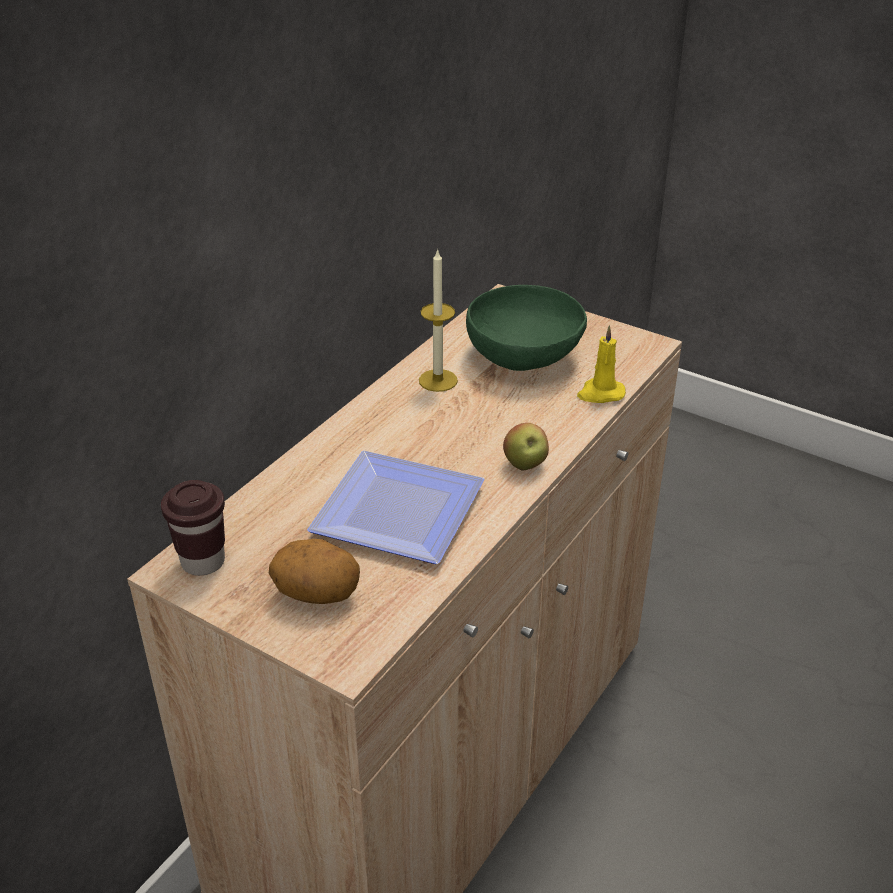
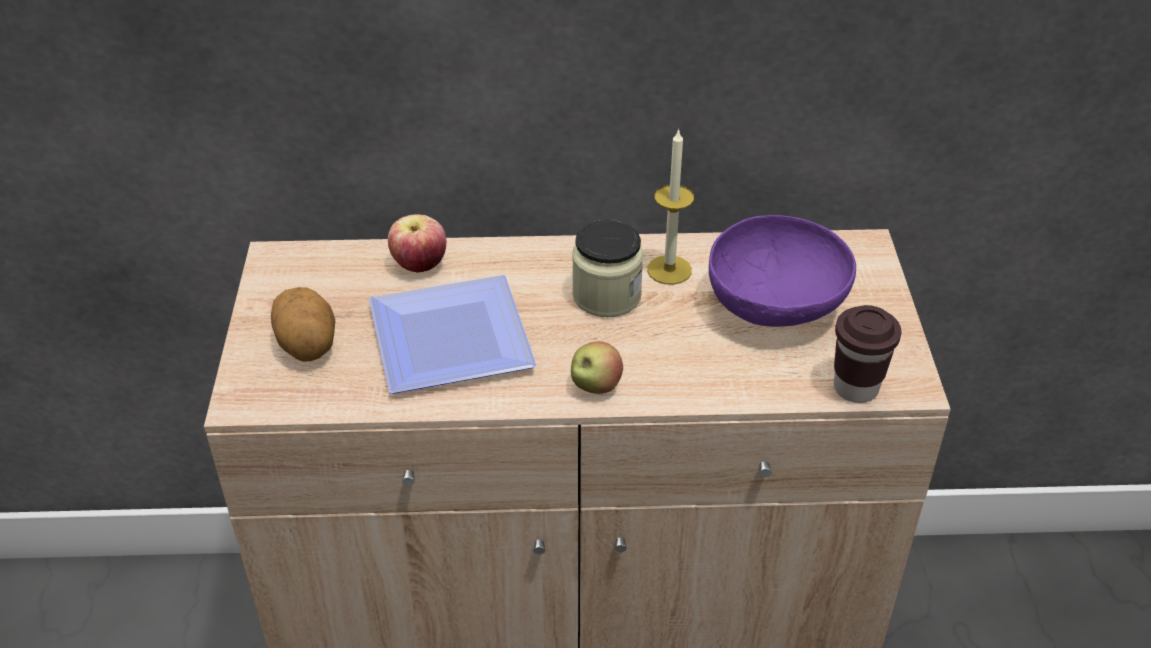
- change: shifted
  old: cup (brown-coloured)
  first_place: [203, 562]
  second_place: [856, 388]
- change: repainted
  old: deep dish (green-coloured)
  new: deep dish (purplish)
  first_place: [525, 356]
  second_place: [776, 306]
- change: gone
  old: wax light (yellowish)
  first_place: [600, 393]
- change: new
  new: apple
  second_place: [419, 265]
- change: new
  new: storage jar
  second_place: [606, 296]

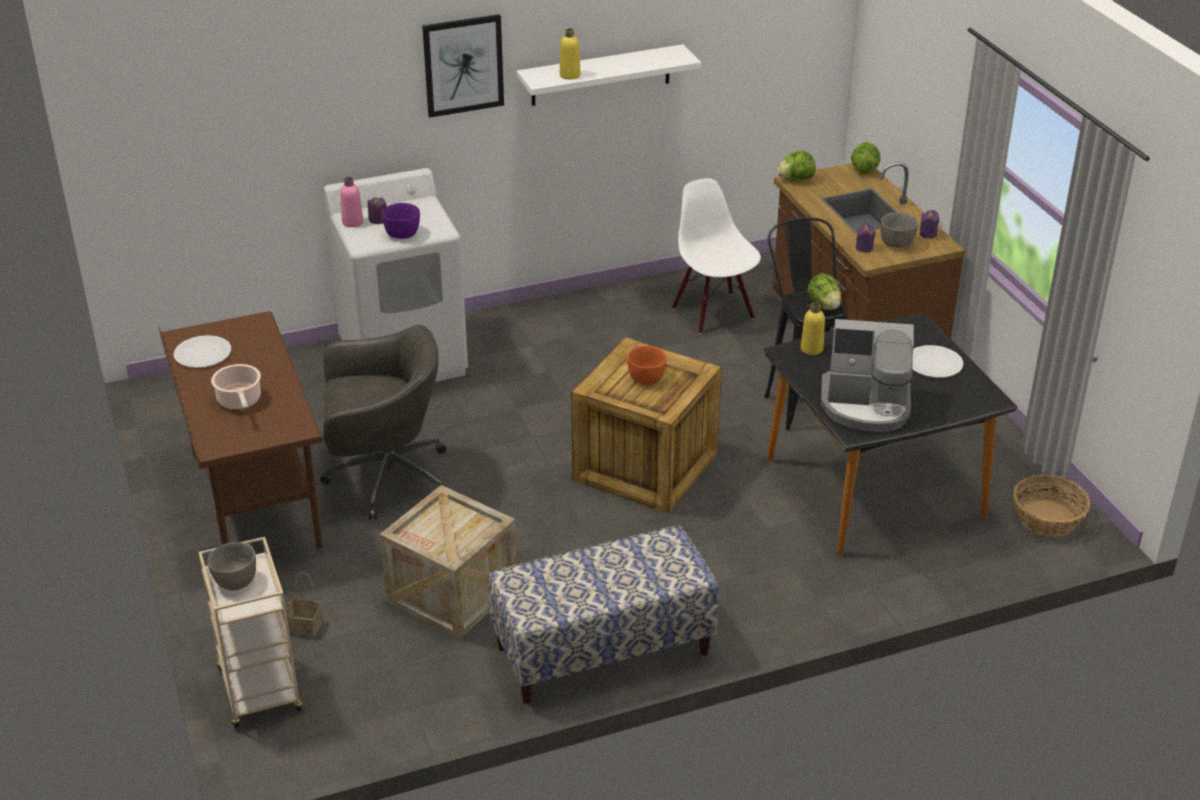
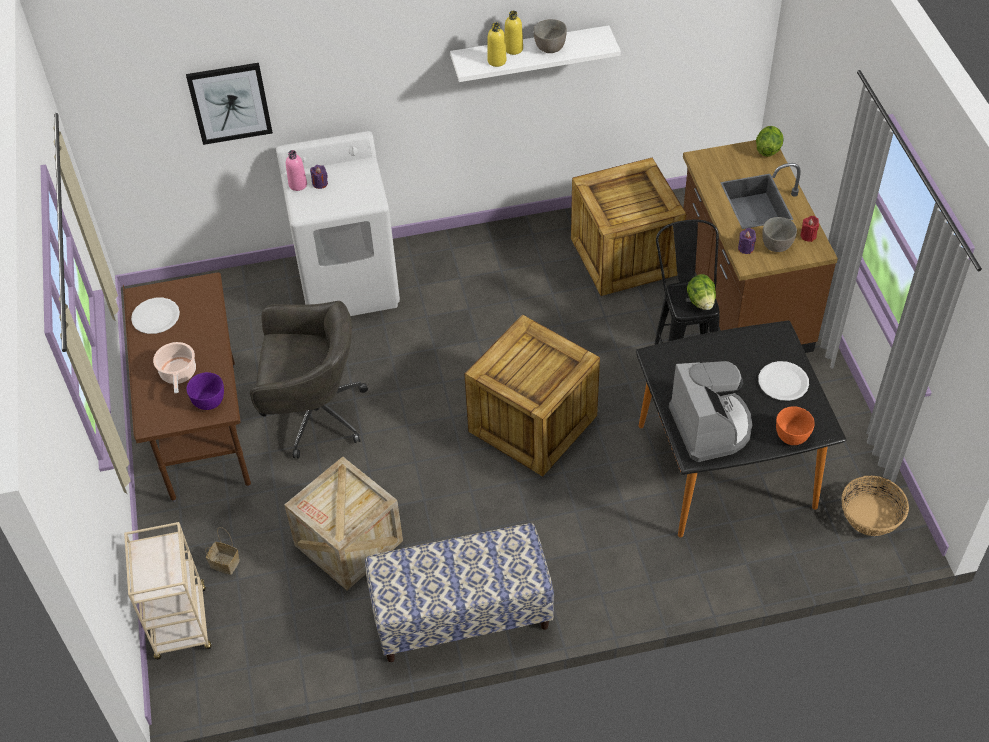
- change: shifted
  old: deep dish (gray)
  first_place: [235, 581]
  second_place: [549, 47]
- change: shifted
  old: deep dish (purplish)
  first_place: [403, 234]
  second_place: [209, 401]
- change: shifted
  old: wall picture
  first_place: [463, 65]
  second_place: [230, 103]
- change: shifted
  old: deep dish (orangey)
  first_place: [646, 379]
  second_place: [792, 436]
- change: swapped
  old: plain chair (white-coloured)
  new: crate
  first_place: [714, 313]
  second_place: [625, 255]
- change: gone
  old: lettuce head
  first_place: [795, 179]
- change: shifted
  old: bottle (yellowish)
  first_place: [811, 349]
  second_place: [513, 49]
- change: rotated
  old: coffee maker
  first_place: [866, 406]
  second_place: [711, 426]
  degrees: -120
- change: repainted
  old: wax light (purplish)
  new: wax light (red-coloured)
  first_place: [928, 234]
  second_place: [808, 236]

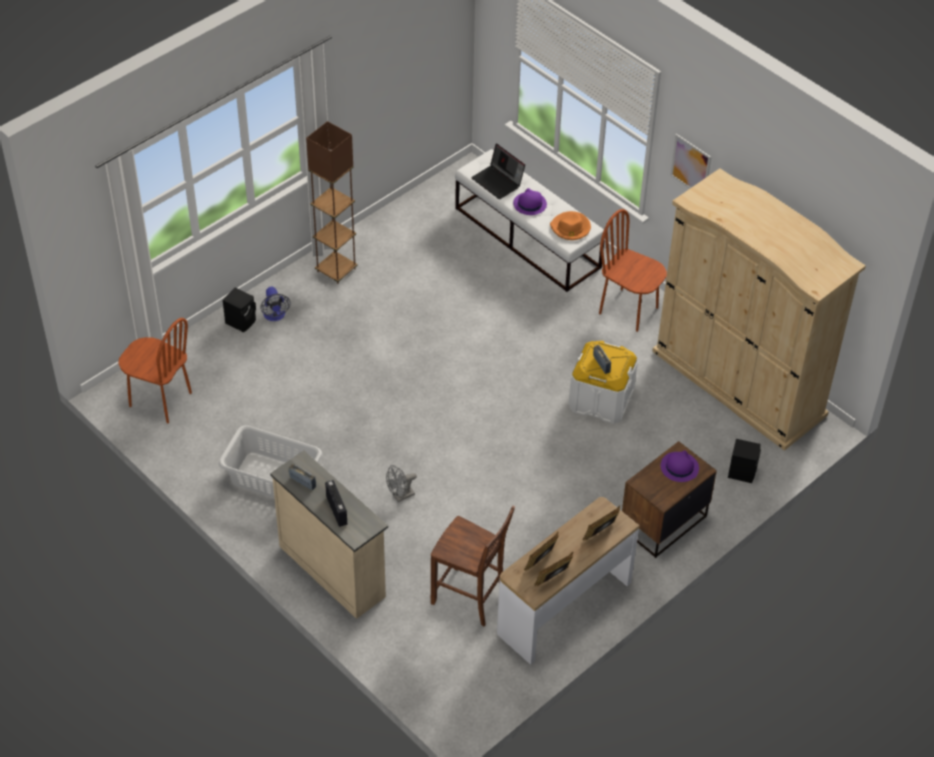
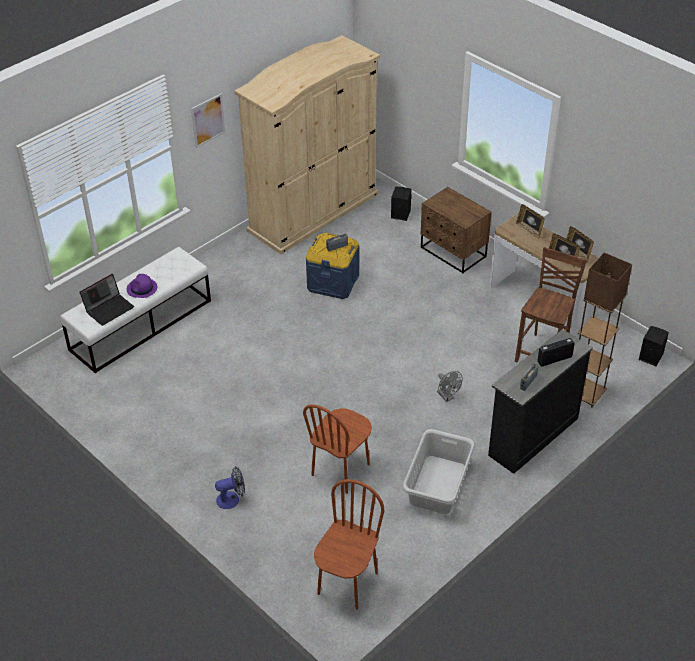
- change: shifted
  old: audio speaker (black)
  first_place: [241, 321]
  second_place: [650, 356]
- change: repainted
  old: dresser (beige)
  new: dresser (black)
  first_place: [333, 570]
  second_place: [532, 436]
- change: shifted
  old: standing lamp (brown-coloured)
  first_place: [336, 270]
  second_place: [586, 394]
- change: gone
  old: hat (orangey)
  first_place: [570, 228]
- change: repainted
  old: storage container (white-coloured)
  new: storage container (blue)
  first_place: [600, 399]
  second_place: [333, 282]
- change: shifted
  old: plain chair (brown-coloured)
  first_place: [628, 310]
  second_place: [341, 470]
- change: gone
  old: hat (purplish)
  first_place: [679, 467]

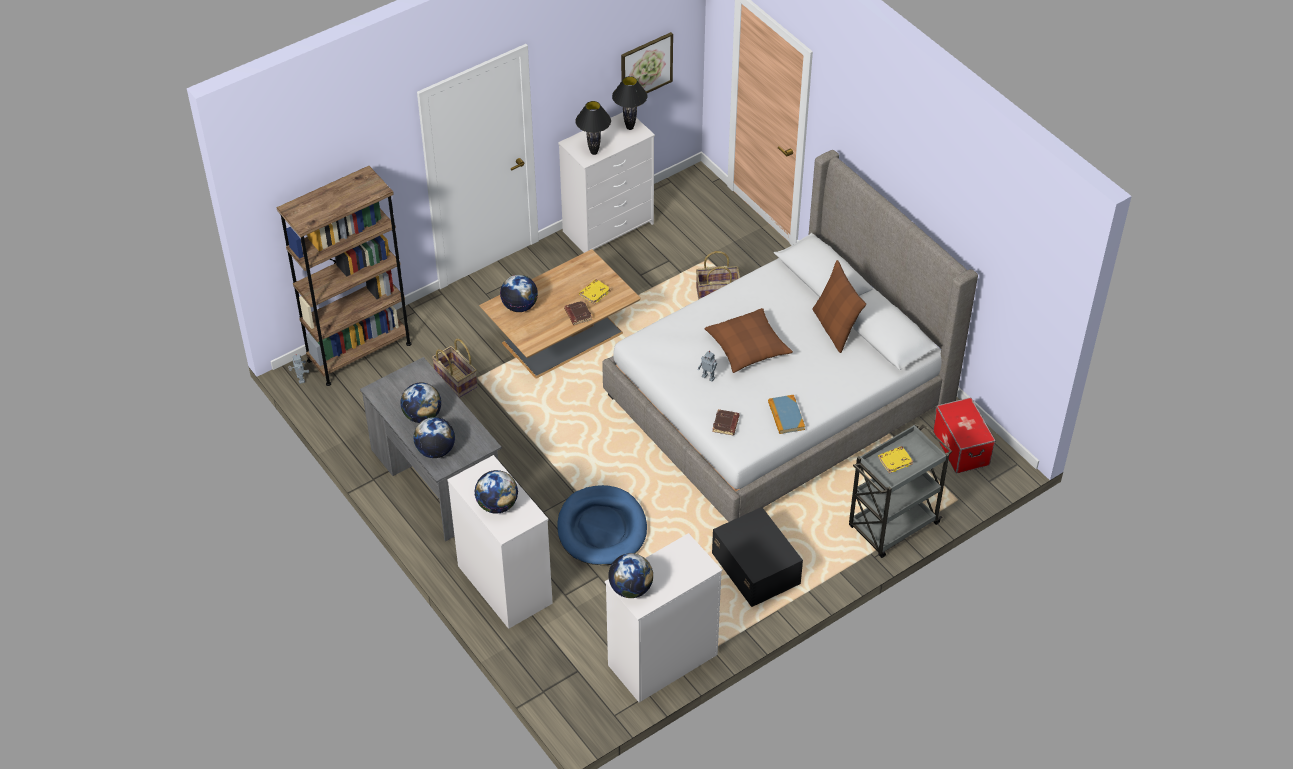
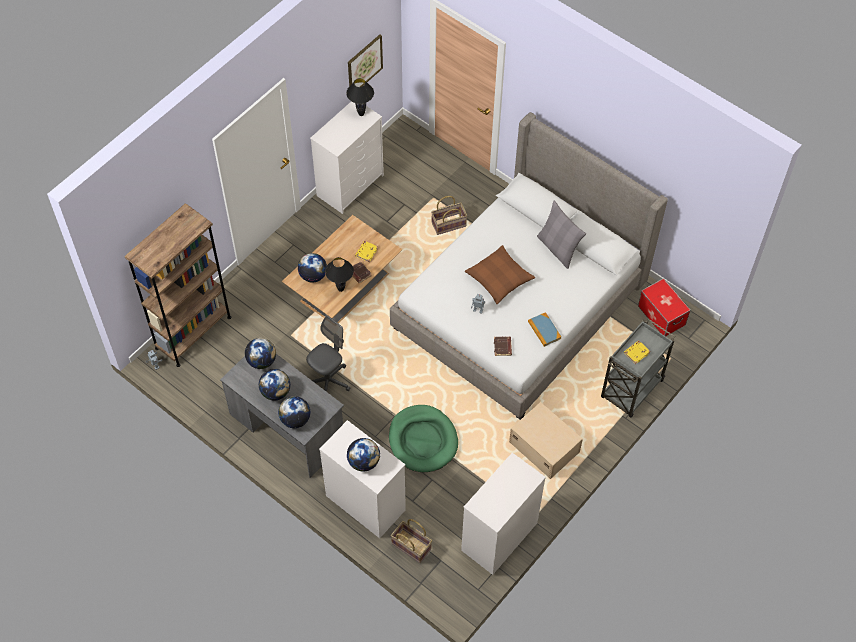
- change: shifted
  old: basket
  first_place: [456, 380]
  second_place: [412, 546]
- change: repainted
  old: pet bed (blue)
  new: pet bed (green-coloured)
  first_place: [602, 529]
  second_place: [423, 440]
- change: shifted
  old: lamp for a table (black)
  first_place: [593, 152]
  second_place: [340, 289]
- change: shifted
  old: world globe
  first_place: [631, 588]
  second_place: [261, 361]
- change: repainted
  old: storage container (black)
  new: storage container (beige)
  first_place: [755, 568]
  second_place: [544, 446]
- change: repainted
  old: pillow (brown-coloured)
  new: pillow (gray)
  first_place: [835, 328]
  second_place: [558, 248]
- change: new
  new: office chair (gray)
  second_place: [328, 381]

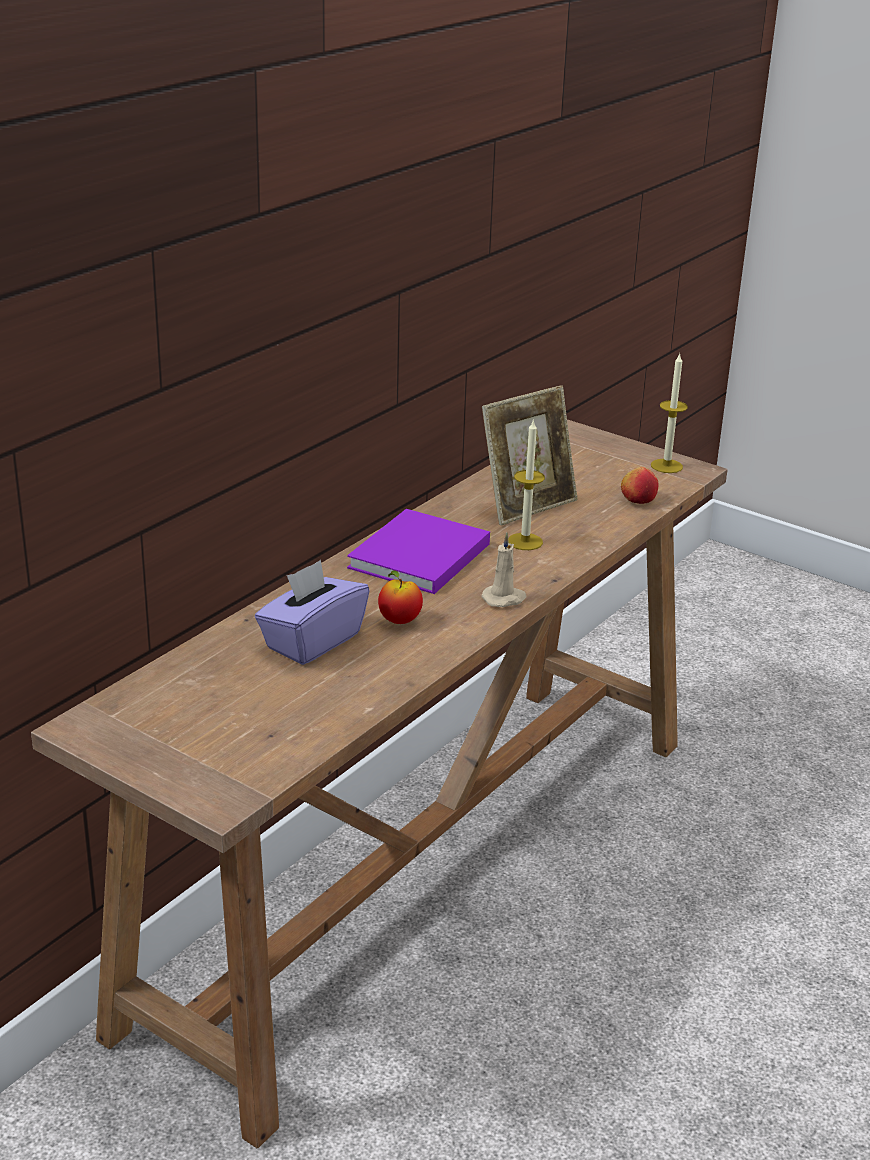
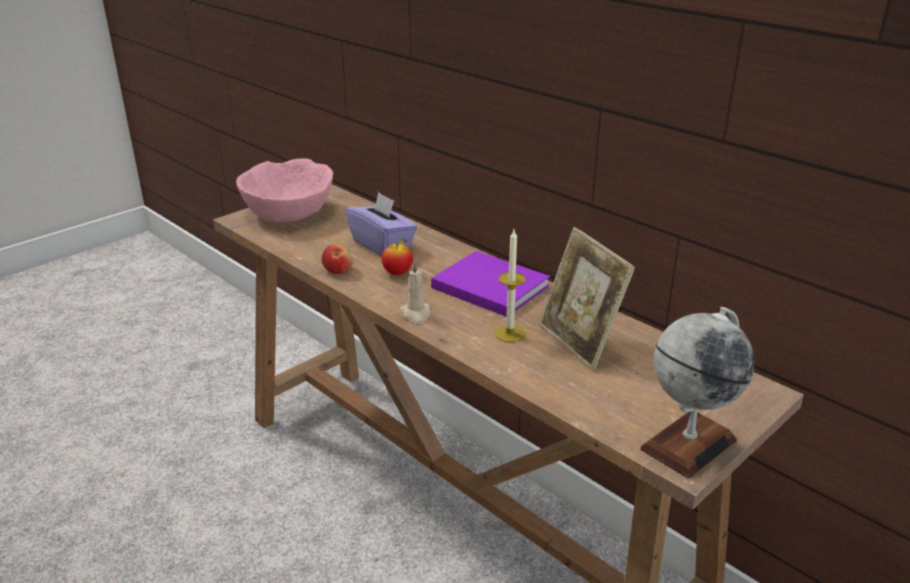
- change: shifted
  old: apple
  first_place: [638, 500]
  second_place: [338, 270]
- change: swapped
  old: wax light
  new: world globe
  first_place: [666, 466]
  second_place: [688, 444]
- change: new
  new: deep dish (pink)
  second_place: [289, 213]

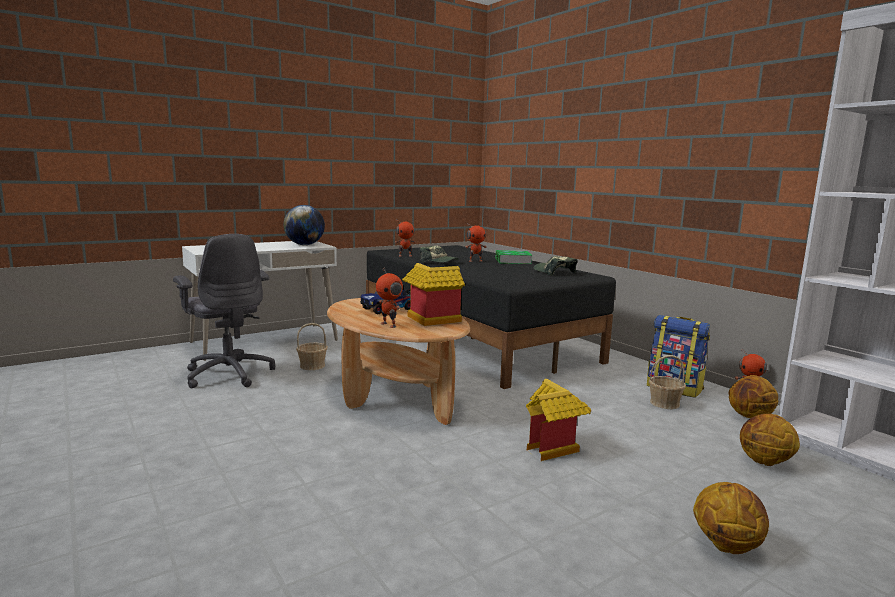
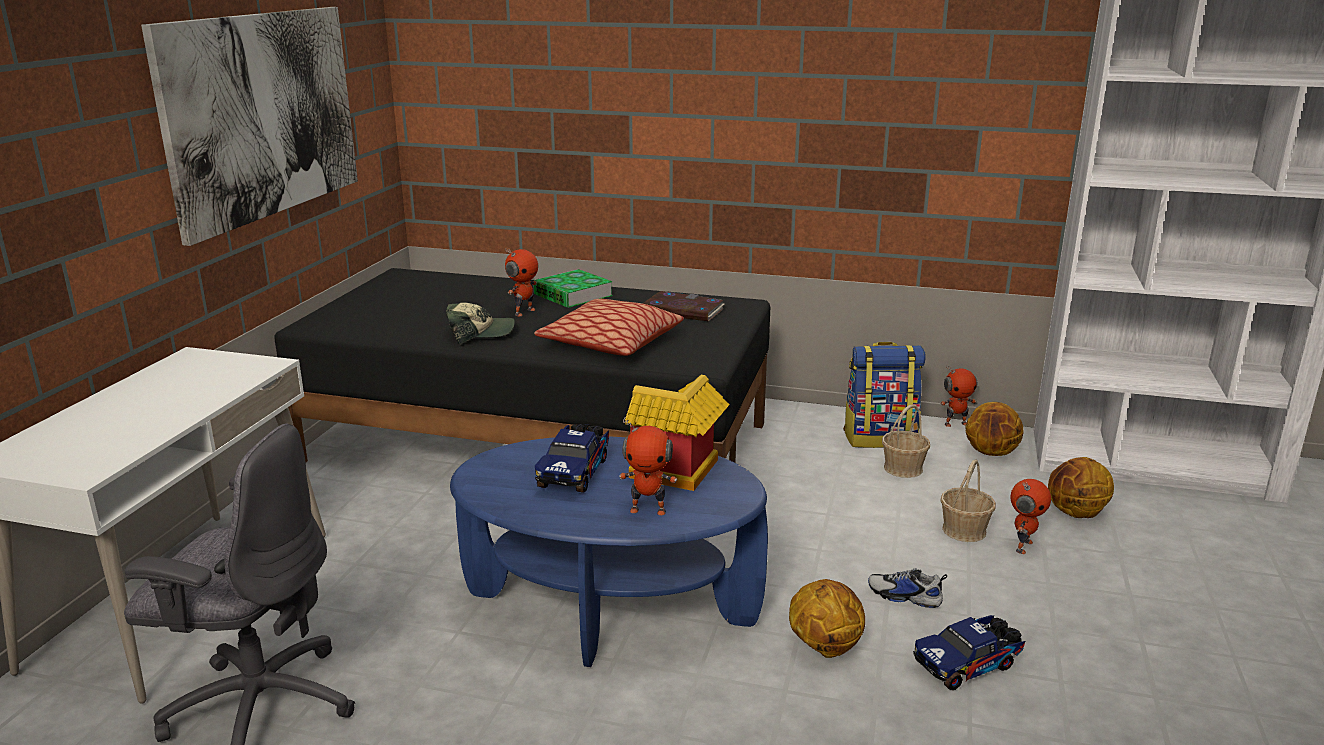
- change: gone
  old: world globe
  first_place: [304, 245]
- change: shifted
  old: basket
  first_place: [312, 366]
  second_place: [964, 530]
- change: repainted
  old: coffee table (brown-coloured)
  new: coffee table (blue)
  first_place: [395, 396]
  second_place: [609, 609]
- change: shifted
  old: model robot
  first_place: [405, 256]
  second_place: [1022, 546]
- change: swapped
  old: miniature house
  new: shoe
  first_place: [553, 448]
  second_place: [904, 596]
- change: swapped
  old: peaked cap
  new: volume
  first_place: [554, 272]
  second_place: [682, 310]
- change: shifted
  old: basketball ball
  first_place: [726, 545]
  second_place: [824, 647]
- change: new
  new: wall picture
  second_place: [263, 115]
- change: new
  new: pillow
  second_place: [610, 343]
- change: new
  new: toy truck
  second_place: [968, 664]

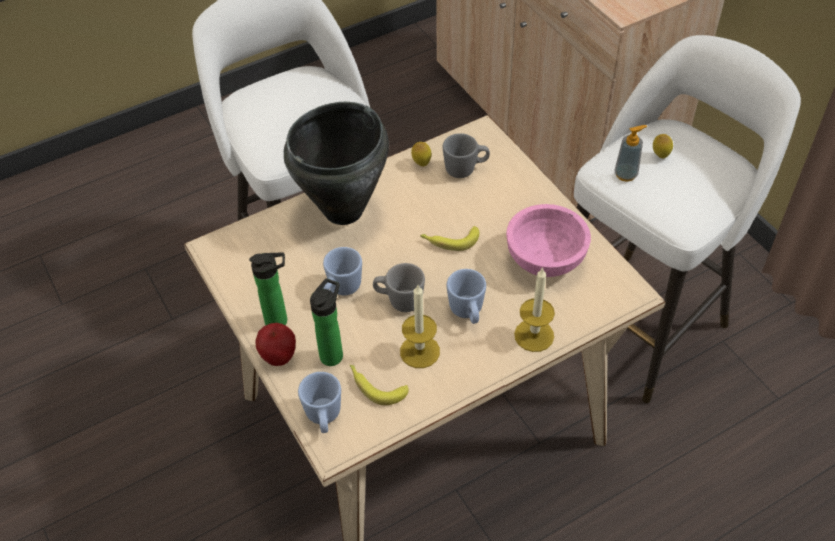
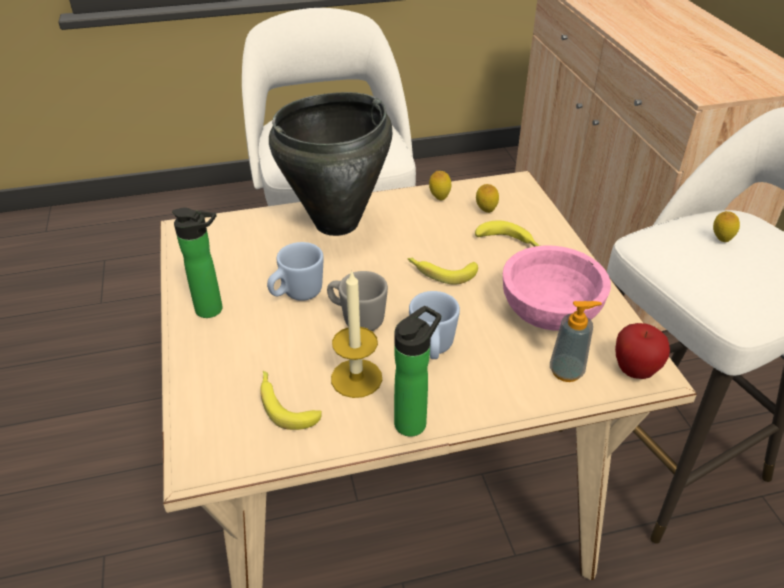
- change: shifted
  old: apple
  first_place: [279, 357]
  second_place: [634, 371]
- change: gone
  old: tea mug (blue)
  first_place: [324, 418]
- change: shifted
  old: bottle
  first_place: [333, 353]
  second_place: [413, 421]
- change: swapped
  old: tea mug (gray)
  new: whole lemon
  first_place: [465, 169]
  second_place: [486, 211]
- change: gone
  old: wax light
  first_place: [534, 335]
- change: shifted
  old: soap dispenser
  first_place: [626, 174]
  second_place: [566, 371]
- change: new
  new: whole banana
  second_place: [509, 242]

